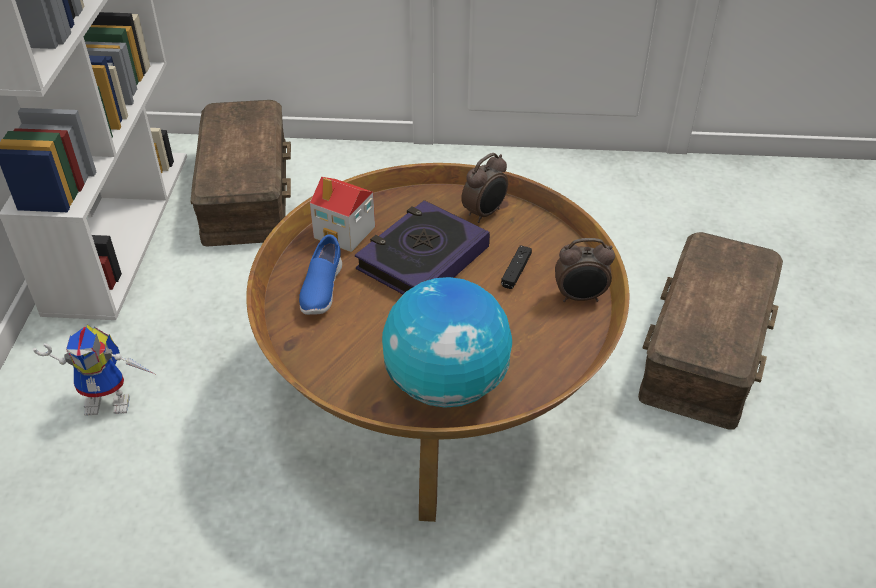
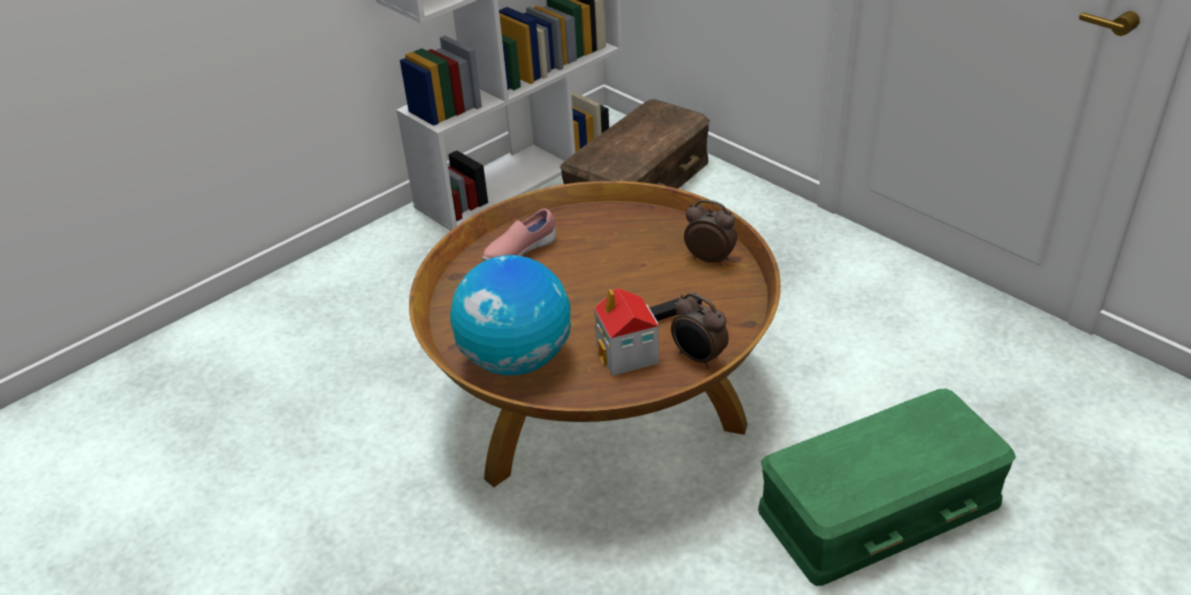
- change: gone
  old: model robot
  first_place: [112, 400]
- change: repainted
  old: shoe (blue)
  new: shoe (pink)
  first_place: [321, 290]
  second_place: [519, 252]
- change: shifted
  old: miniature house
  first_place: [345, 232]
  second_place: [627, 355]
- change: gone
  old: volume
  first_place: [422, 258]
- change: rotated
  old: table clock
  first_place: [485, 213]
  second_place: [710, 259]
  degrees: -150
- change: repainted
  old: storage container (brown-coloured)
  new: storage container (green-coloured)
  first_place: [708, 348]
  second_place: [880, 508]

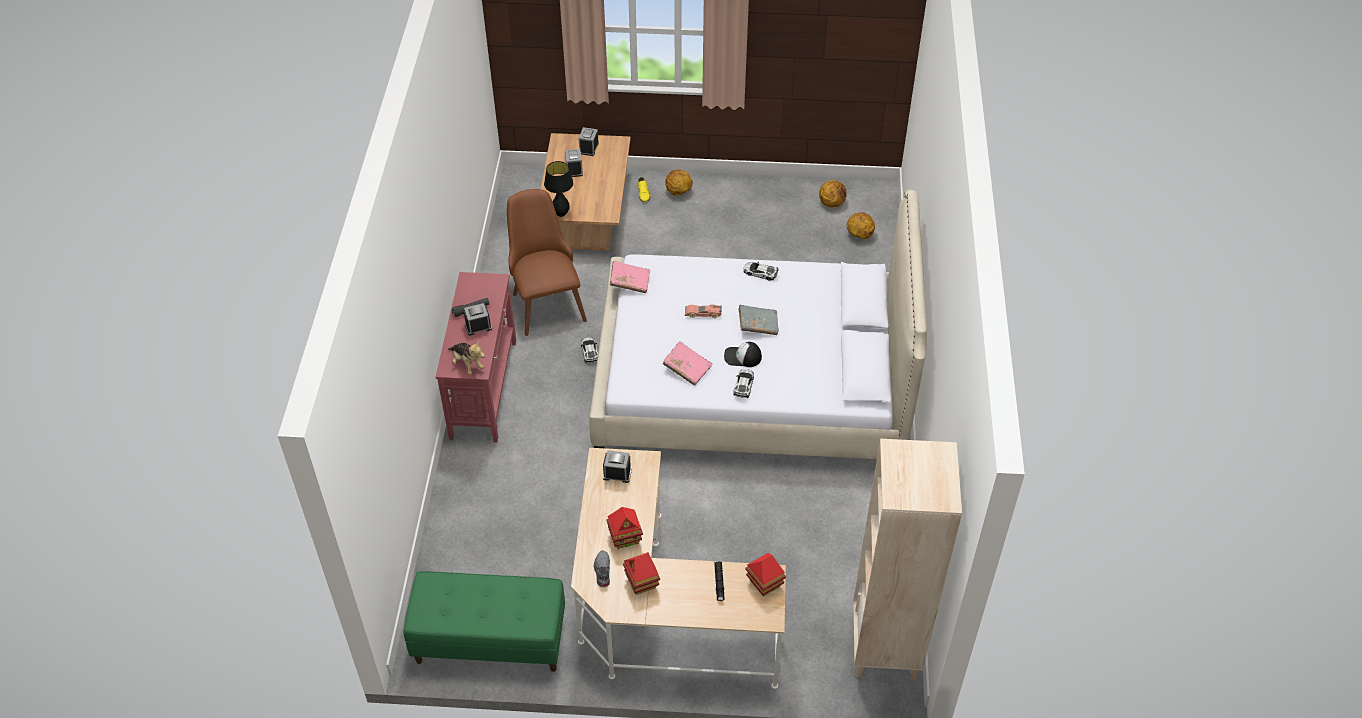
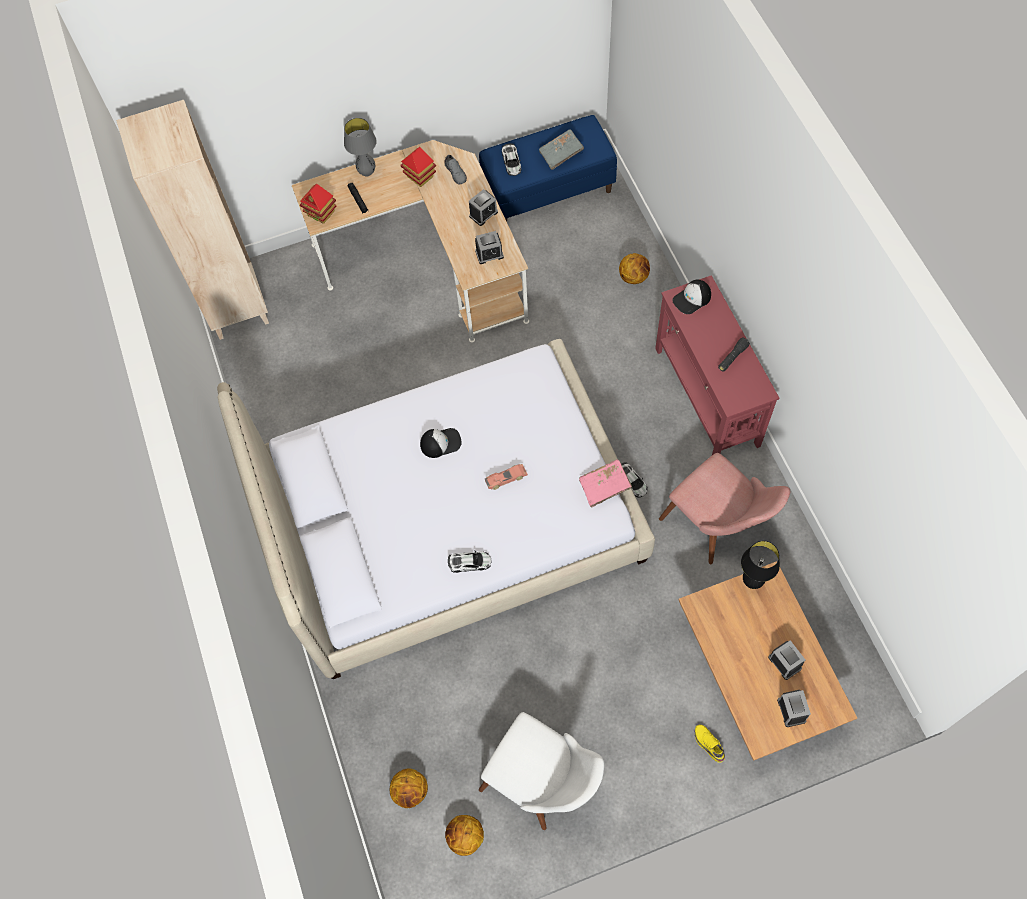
- change: repainted
  old: indoor bench (green-coloured)
  new: indoor bench (blue)
  first_place: [489, 641]
  second_place: [548, 190]
- change: swapped
  old: cuddly toy
  new: peaked cap
  first_place: [467, 364]
  second_place: [692, 299]
- change: shifted
  old: table clock
  first_place: [478, 326]
  second_place: [483, 214]
- change: repainted
  old: plain chair (brown-coloured)
  new: plain chair (pink)
  first_place: [545, 300]
  second_place: [718, 526]
- change: gone
  old: miniature house
  first_place: [625, 538]
- change: gone
  old: volume (pink)
  first_place: [687, 368]
- change: shifted
  old: basketball ball
  first_place: [678, 192]
  second_place: [634, 277]
- change: shifted
  old: model car
  first_place: [743, 385]
  second_place: [511, 162]
- change: shifted
  old: volume (gray)
  first_place: [758, 325]
  second_place: [561, 154]
- change: new
  new: lamp for a table (gray)
  second_place: [367, 173]
- change: new
  new: plain chair (white-coloured)
  second_place: [544, 783]

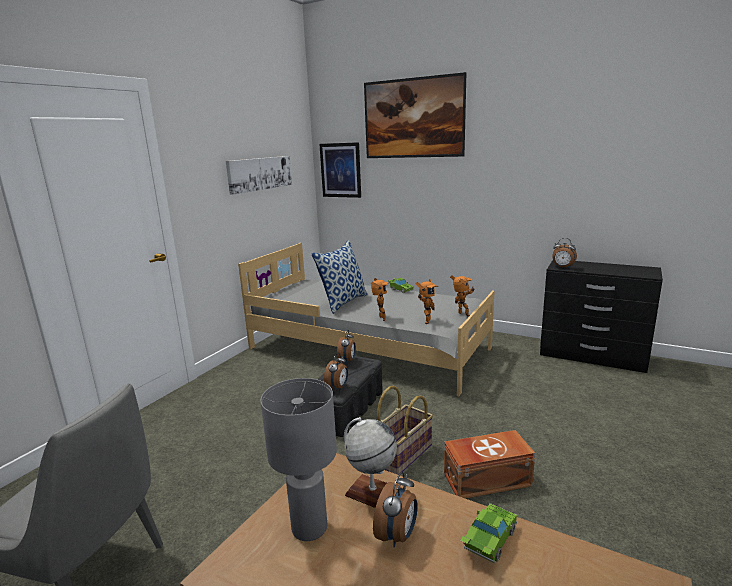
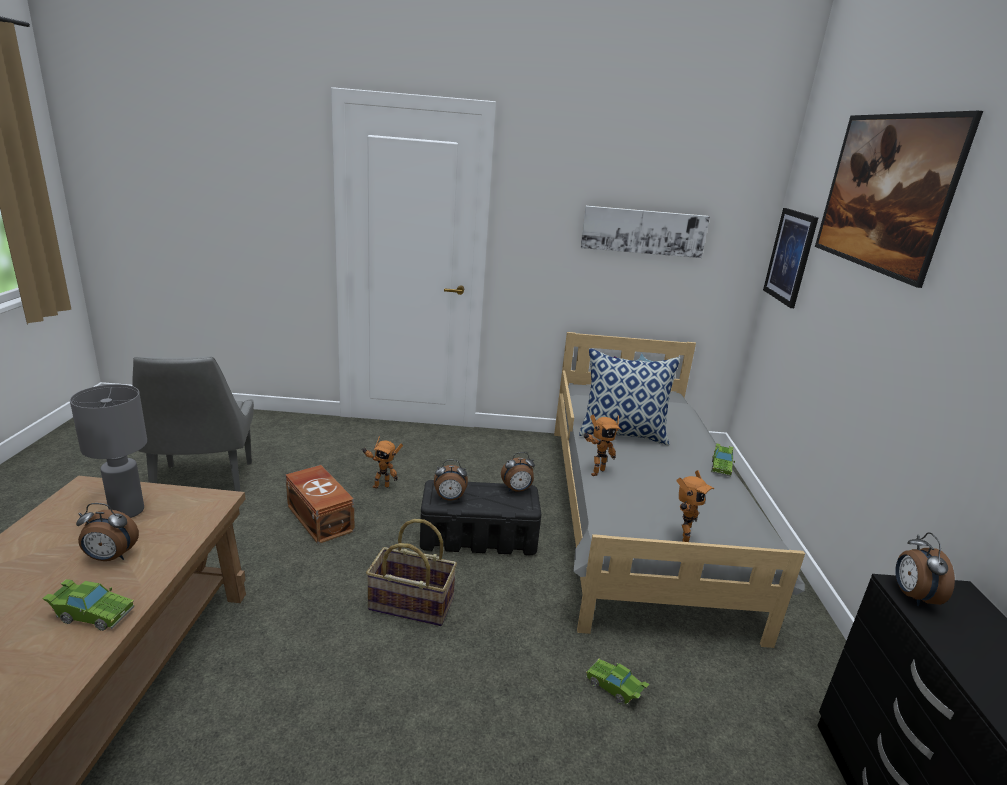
- change: gone
  old: world globe
  first_place: [372, 493]
- change: shifted
  old: model robot
  first_place: [425, 321]
  second_place: [381, 485]
- change: shifted
  old: storage container (brown-coloured)
  first_place: [485, 479]
  second_place: [320, 517]
- change: new
  new: model car (green-coloured)
  second_place: [615, 689]

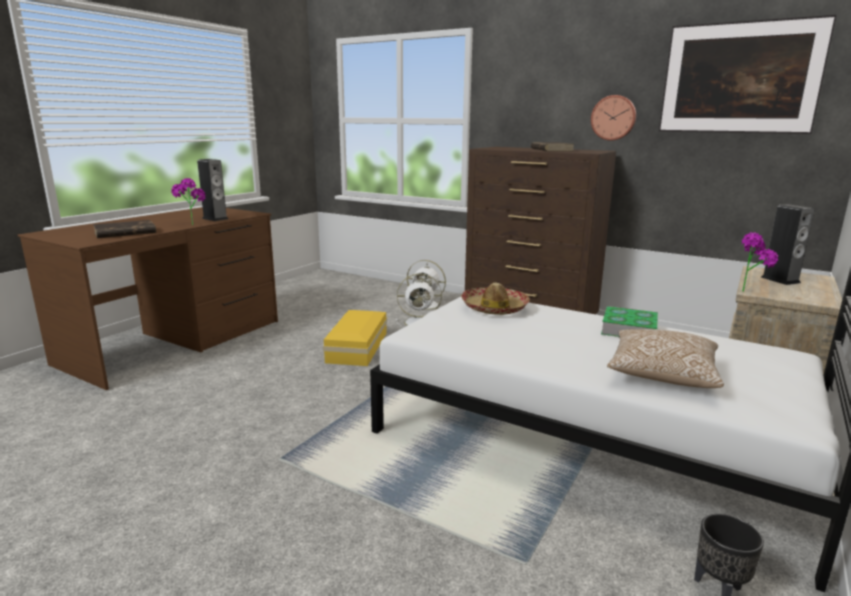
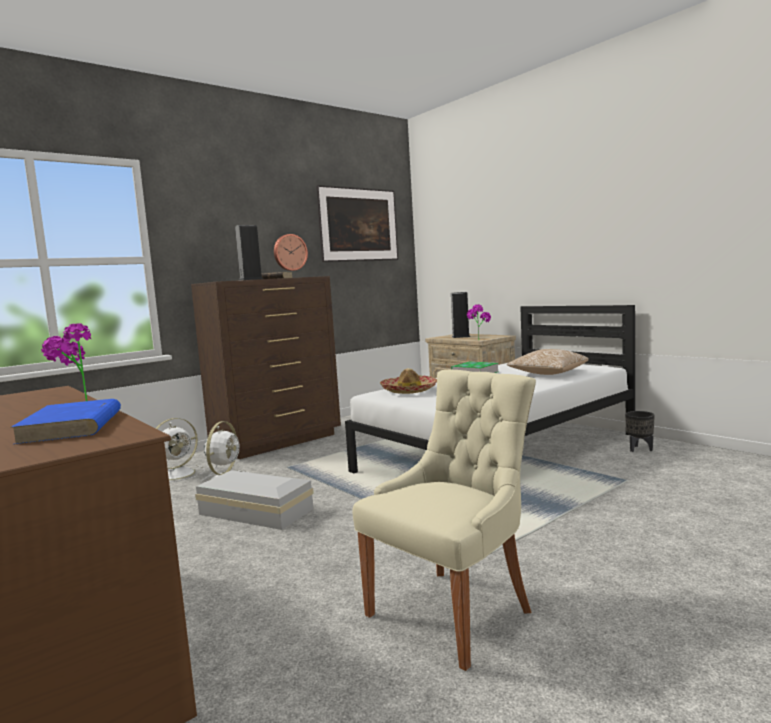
- change: repainted
  old: volume (brown-coloured)
  new: volume (blue)
  first_place: [124, 233]
  second_place: [72, 427]
- change: shifted
  old: audio speaker
  first_place: [215, 218]
  second_place: [251, 279]
- change: repainted
  old: storage container (yellowish)
  new: storage container (white-coloured)
  first_place: [359, 346]
  second_place: [255, 511]
- change: new
  new: plain chair (beige)
  second_place: [453, 611]

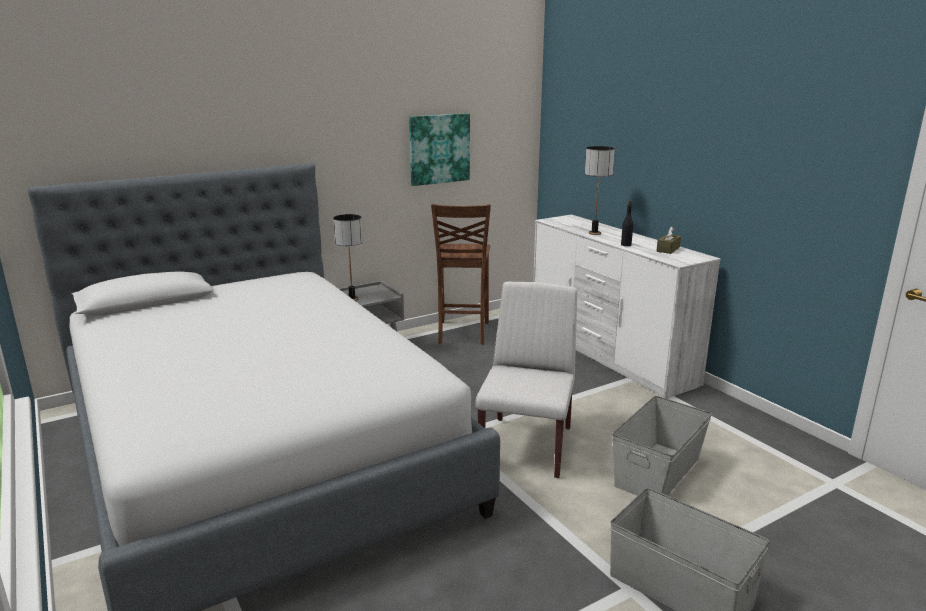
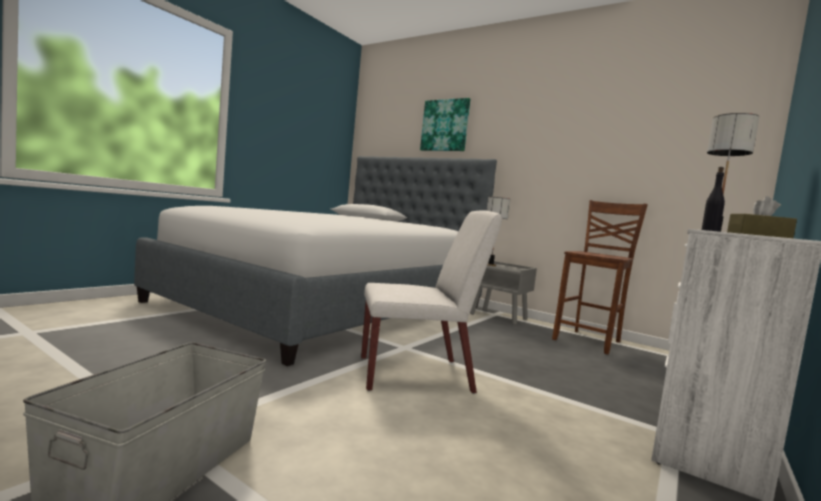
- change: shifted
  old: wall picture
  first_place: [439, 149]
  second_place: [445, 125]
- change: rotated
  old: plain chair (brown-coloured)
  first_place: [462, 333]
  second_place: [589, 341]
  degrees: 150
- change: gone
  old: storage container (gray)
  first_place: [658, 471]

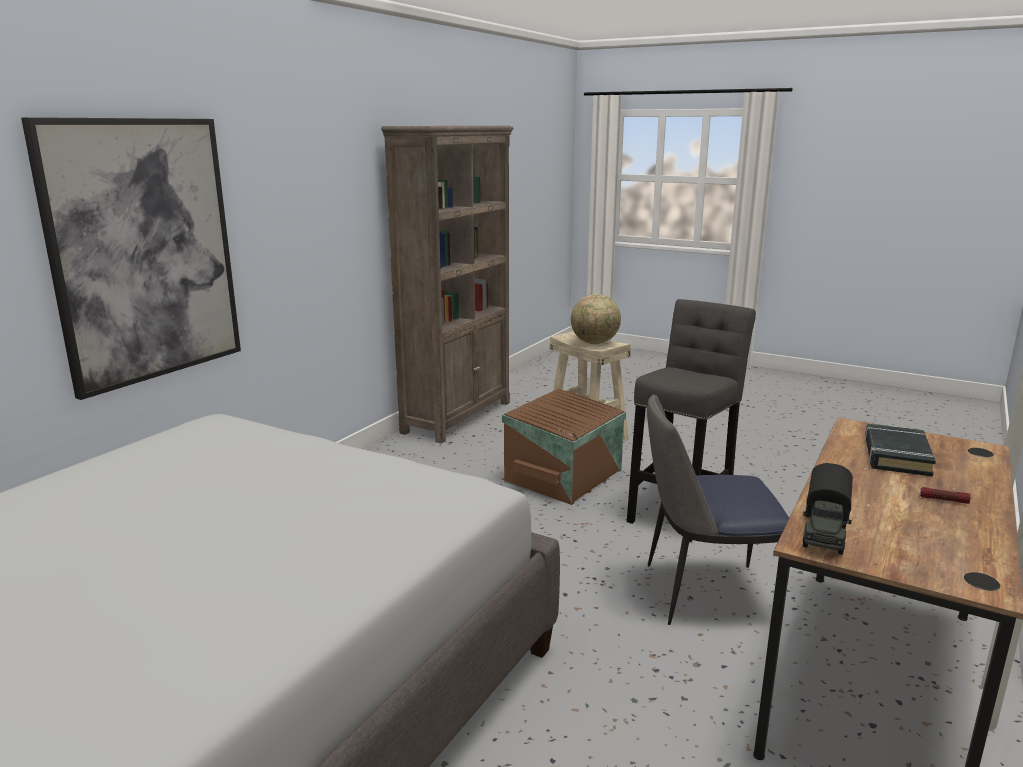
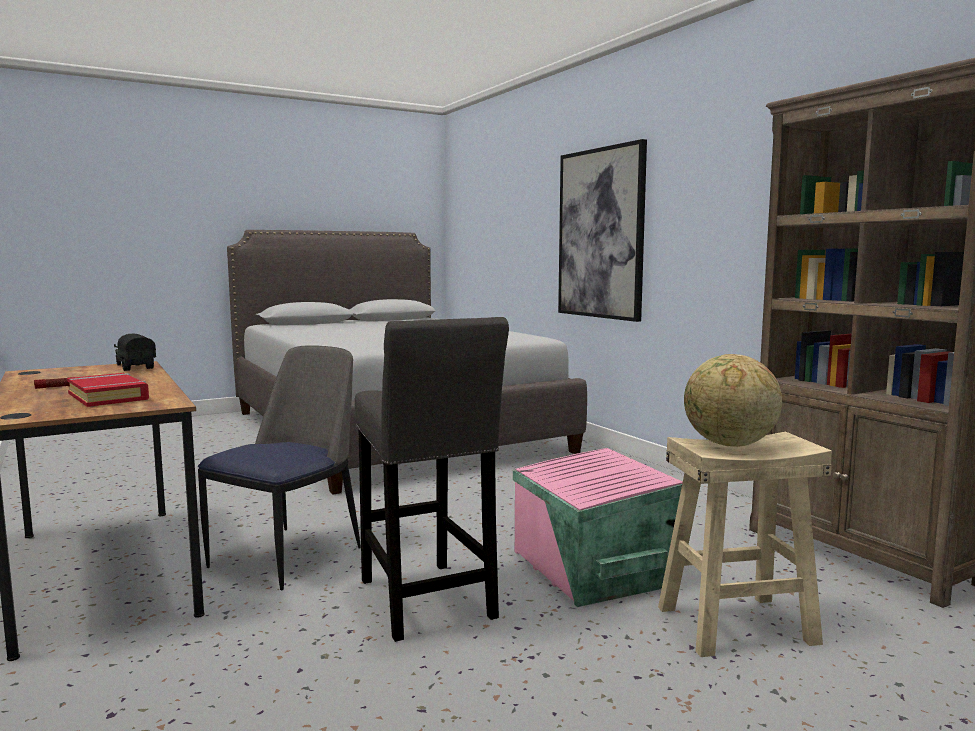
- change: repainted
  old: storage container (brown-coloured)
  new: storage container (pink)
  first_place: [565, 476]
  second_place: [591, 568]
- change: repainted
  old: volume (black)
  new: volume (red-coloured)
  first_place: [896, 456]
  second_place: [108, 396]

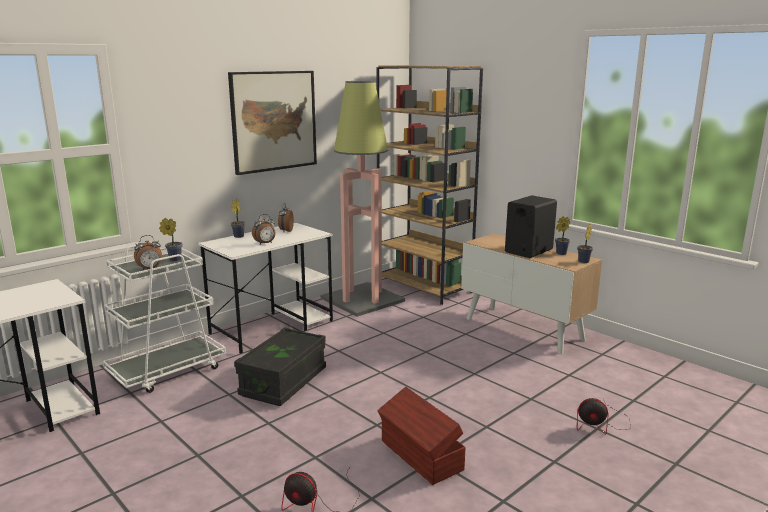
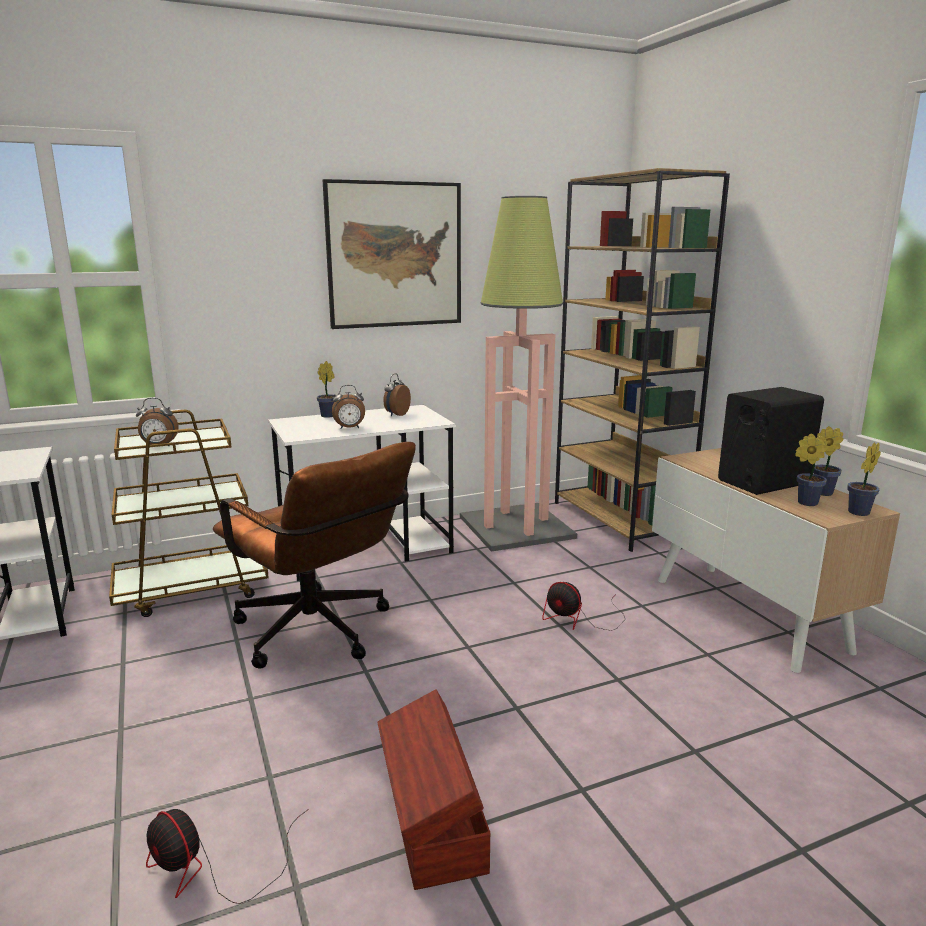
- change: repainted
  old: wheeled cart (white-coloured)
  new: wheeled cart (brown-coloured)
  first_place: [168, 370]
  second_place: [192, 589]
- change: shifted
  old: houseplant
  first_place: [173, 259]
  second_place: [804, 503]
- change: swapped
  old: storage container (black)
  new: office chair (brown-coloured)
  first_place: [283, 382]
  second_place: [320, 635]
- change: shifted
  old: fan
  first_place: [600, 424]
  second_place: [580, 619]

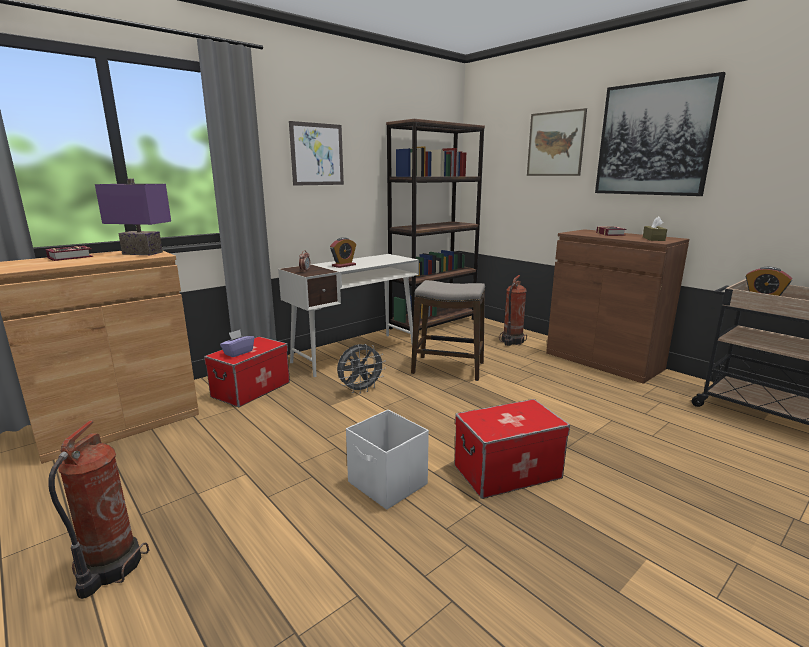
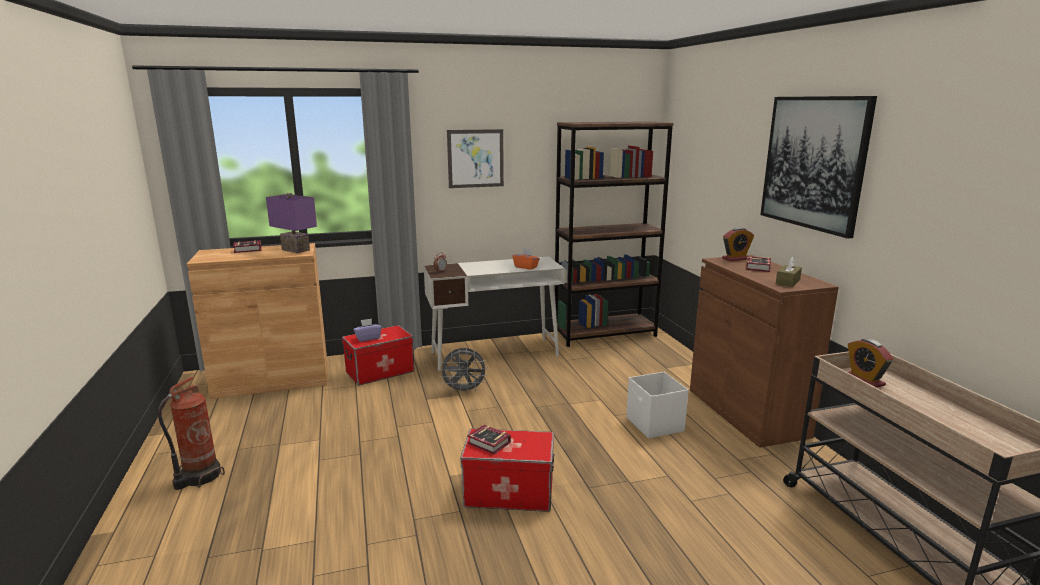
- change: shifted
  old: table clock
  first_place: [344, 265]
  second_place: [736, 258]
- change: shifted
  old: storage container (white-coloured)
  first_place: [388, 484]
  second_place: [654, 425]
- change: gone
  old: stool
  first_place: [448, 368]
- change: gone
  old: extinguisher
  first_place: [511, 341]
- change: gone
  old: wall picture
  first_place: [555, 144]
- change: new
  new: volume
  second_place: [489, 444]
- change: new
  new: tissue holder (orangey)
  second_place: [526, 267]

